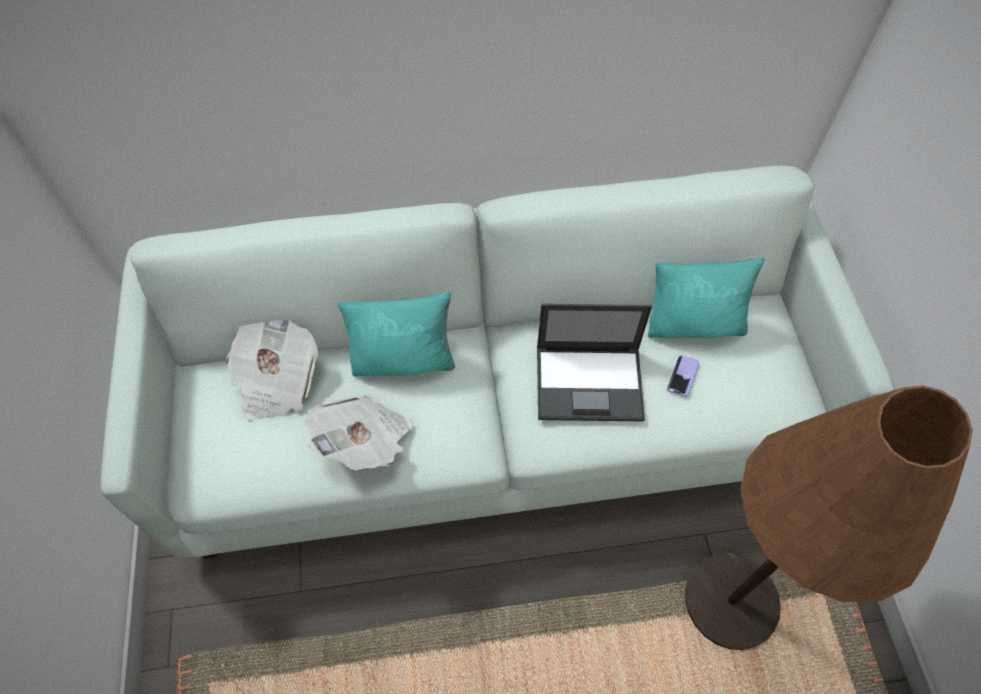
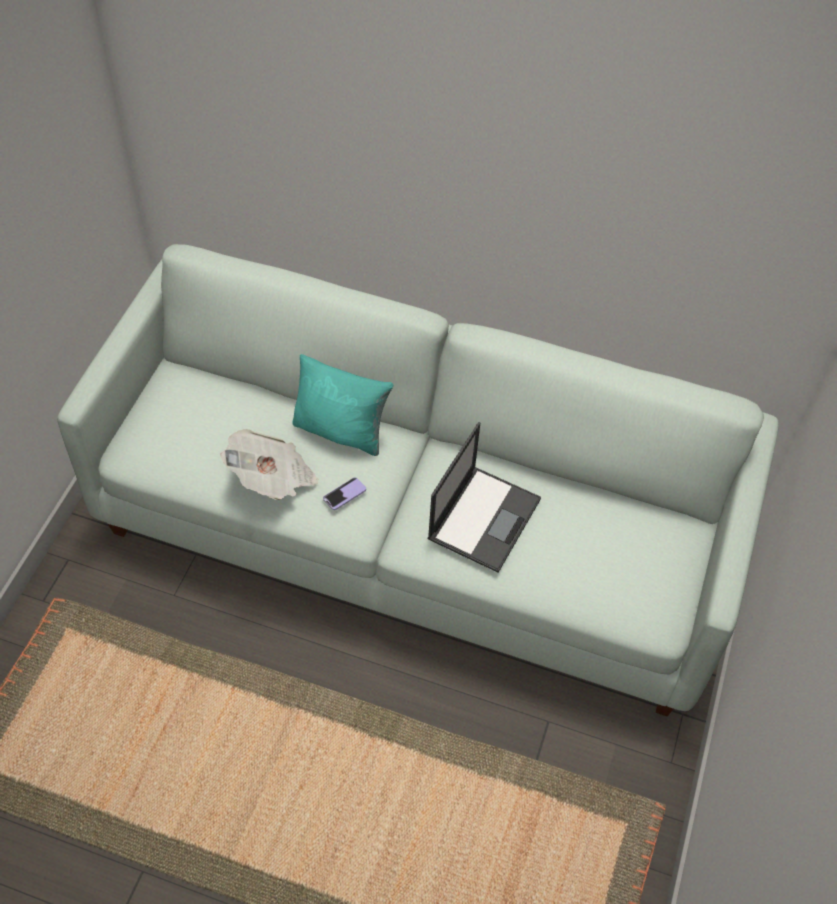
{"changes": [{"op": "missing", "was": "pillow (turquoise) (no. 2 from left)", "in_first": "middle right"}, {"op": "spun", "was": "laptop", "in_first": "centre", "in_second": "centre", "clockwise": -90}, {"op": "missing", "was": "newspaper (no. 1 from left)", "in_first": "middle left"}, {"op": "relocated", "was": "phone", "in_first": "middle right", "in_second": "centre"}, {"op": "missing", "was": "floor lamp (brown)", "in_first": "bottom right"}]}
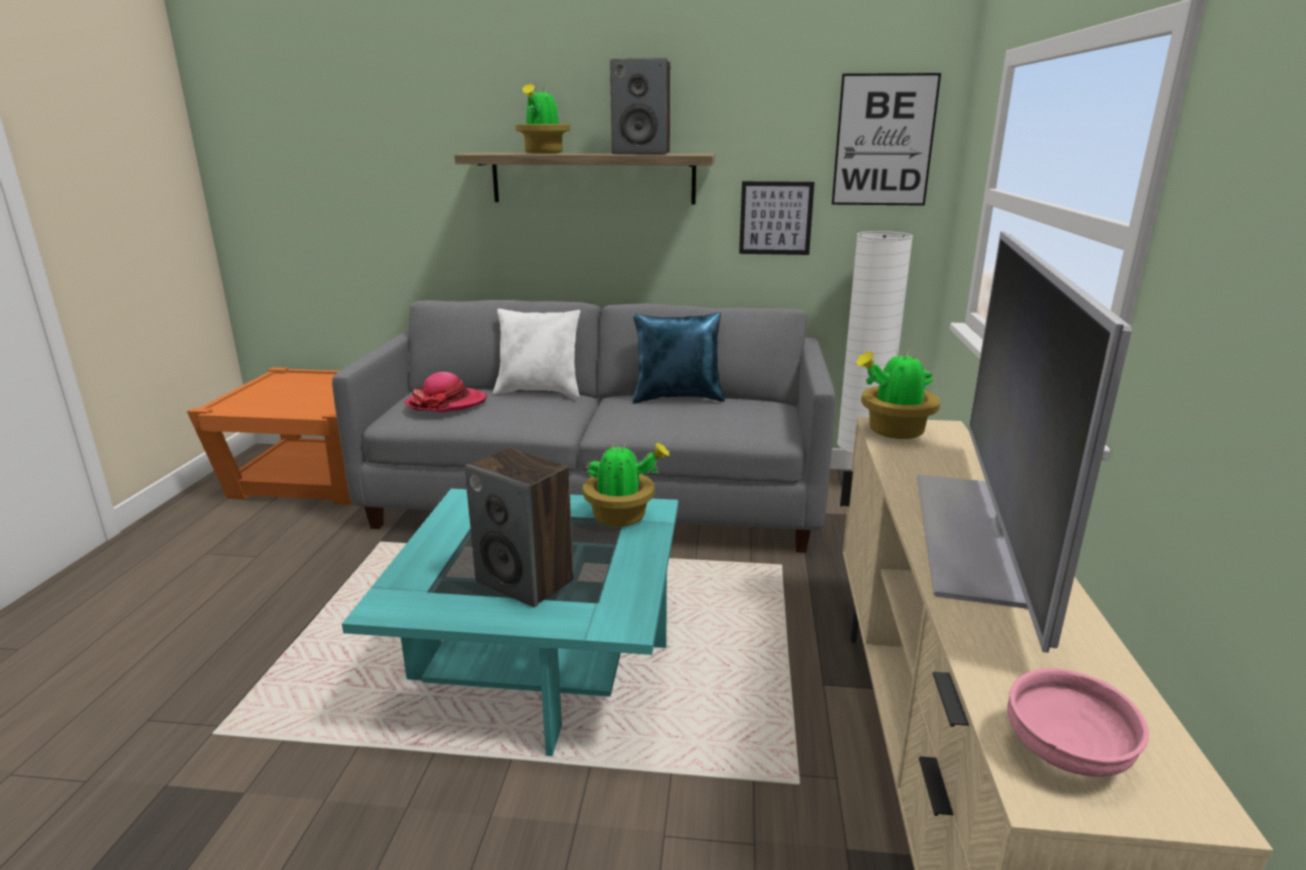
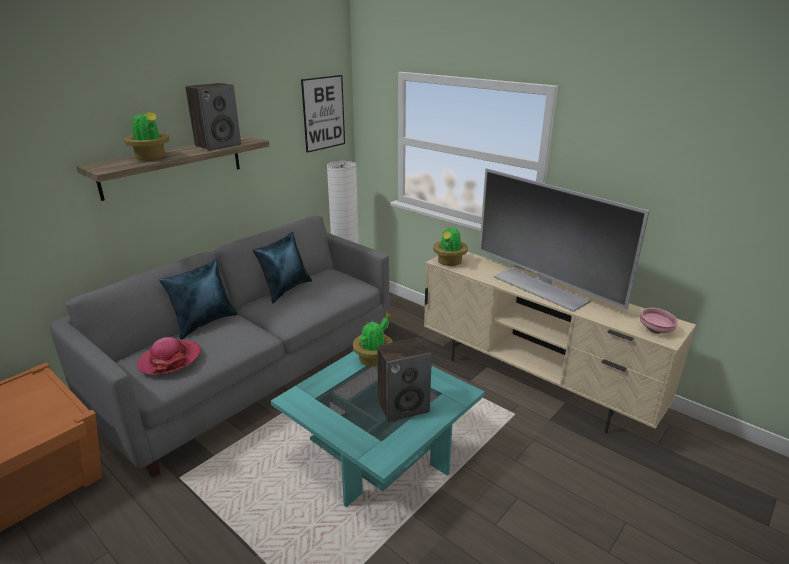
{"changes": [{"op": "missing", "was": "picture (no. 1 from left)", "in_first": "top centre"}, {"op": "colour", "was": "pillow (white)", "now": "pillow (blue) (no. 1 from left)", "in_first": "centre", "in_second": "middle left"}]}
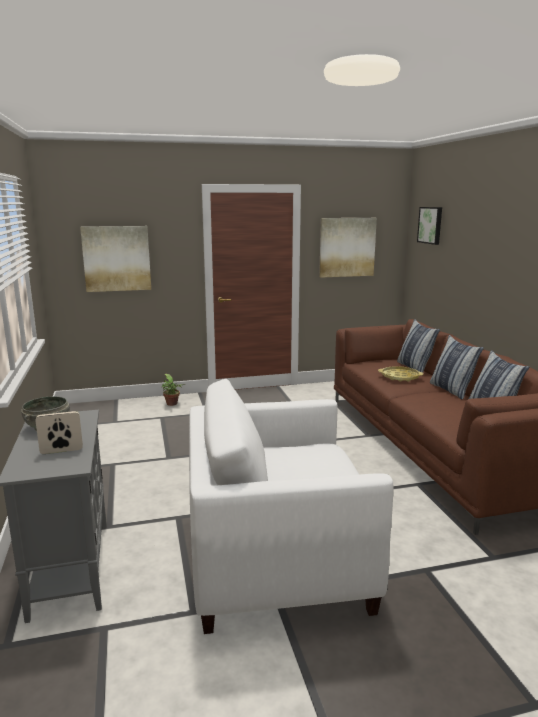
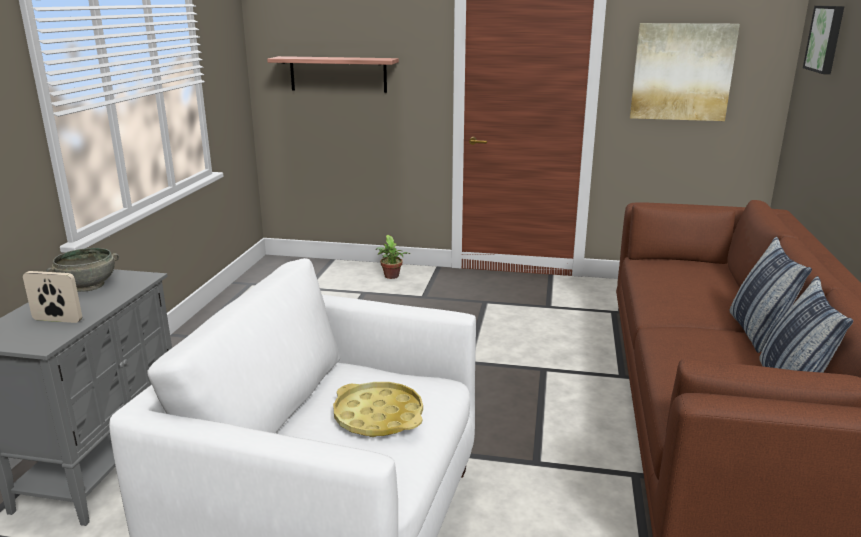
{"changes": [{"op": "exchanged", "was": "picture (no. 1 from left)", "now": "shelf", "in_first": "middle left", "in_second": "top centre"}, {"op": "missing", "was": "pillow (no. 1 from left)", "in_first": "middle right"}, {"op": "relocated", "was": "tray (yellow)", "in_first": "middle right", "in_second": "bottom centre"}]}
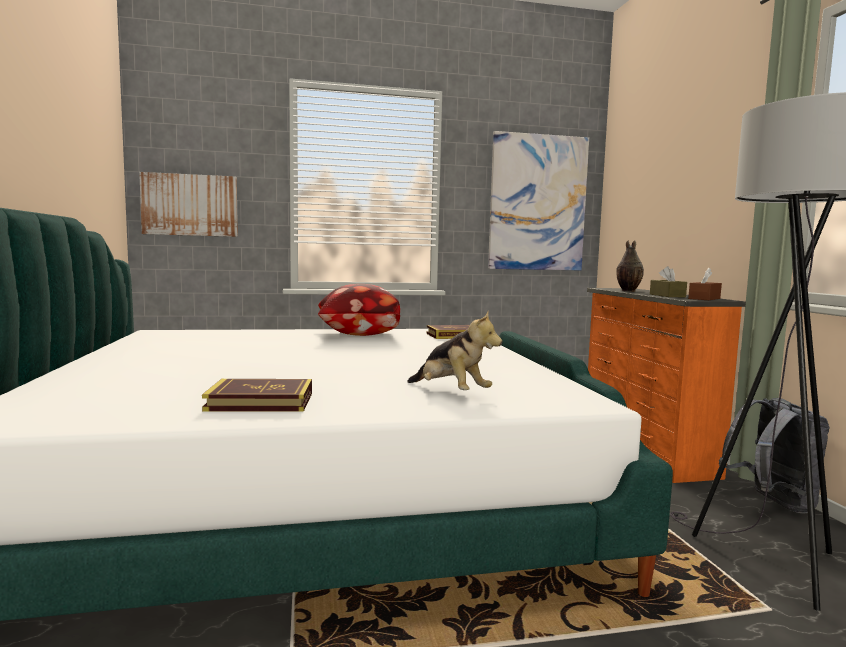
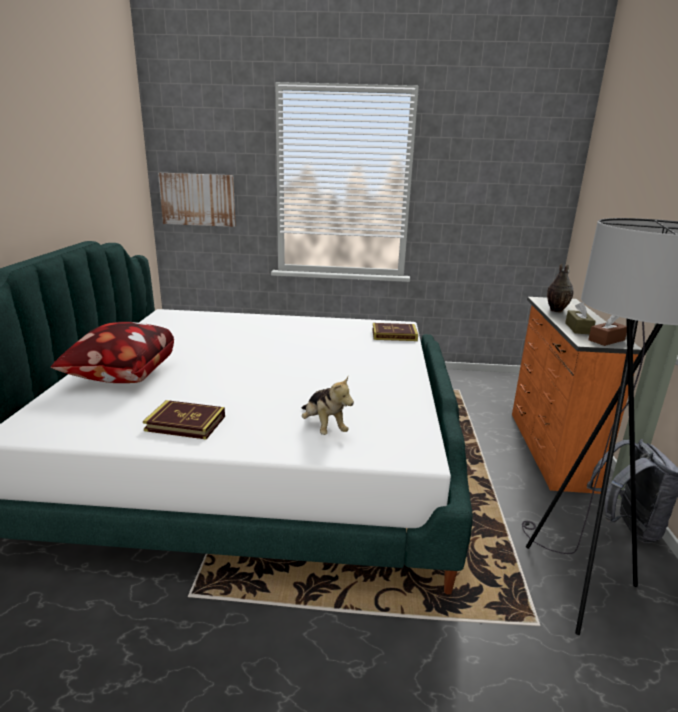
{"changes": [{"op": "missing", "was": "picture (no. 2 from left)", "in_first": "top centre"}, {"op": "relocated", "was": "pillow", "in_first": "centre", "in_second": "middle left"}]}
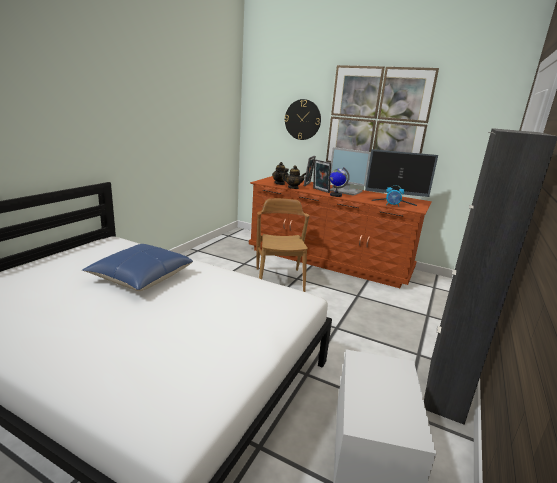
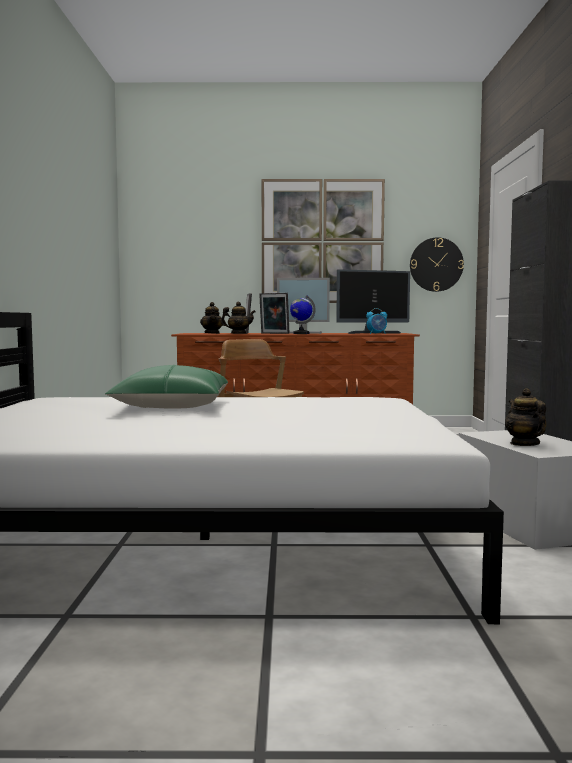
{"changes": [{"op": "relocated", "was": "wall clock", "in_first": "top centre", "in_second": "middle right"}, {"op": "colour", "was": "pillow (blue)", "now": "pillow (green)", "in_first": "middle left", "in_second": "middle left"}, {"op": "appeared", "now": "teapot (no. 3 from left)", "in_second": "middle right"}]}
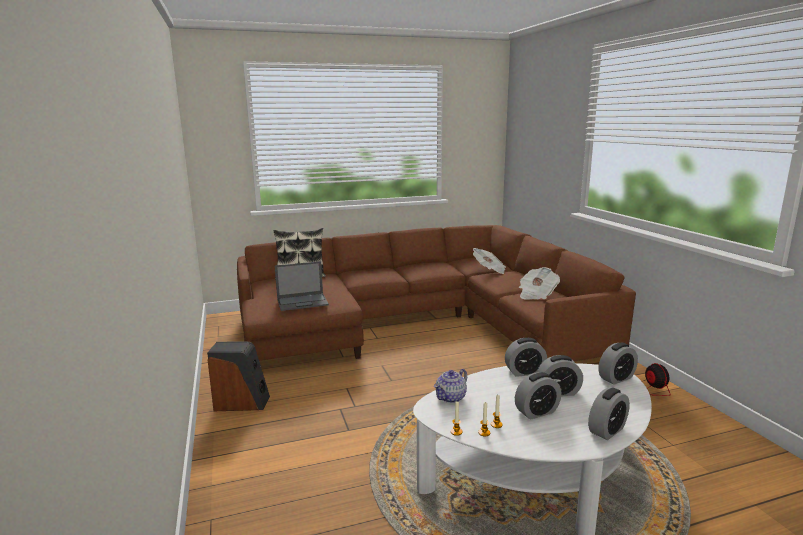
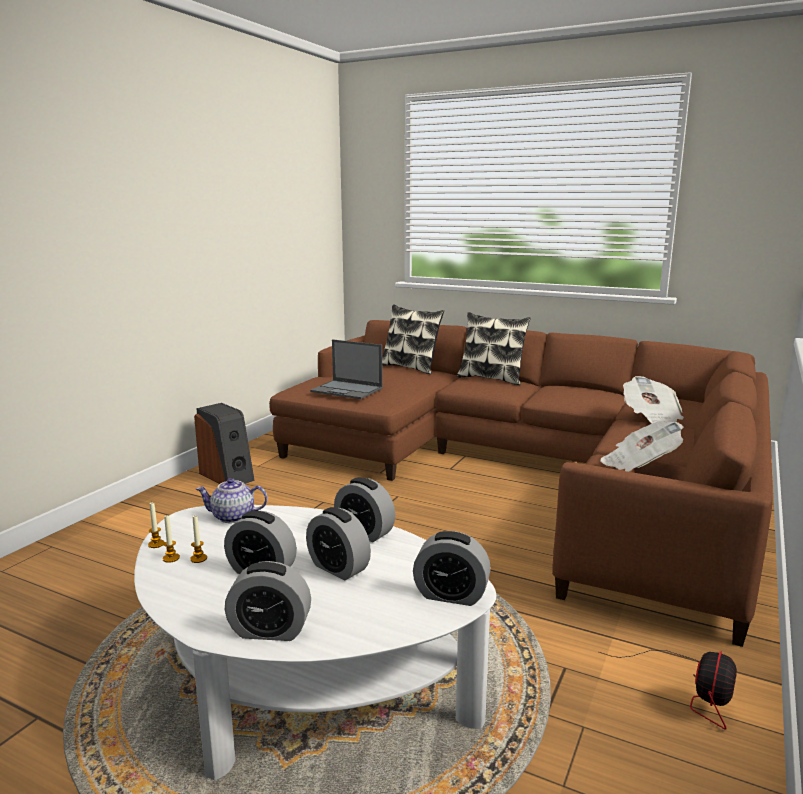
{"changes": [{"op": "appeared", "now": "pillow (no. 2 from left)", "in_second": "centre"}]}
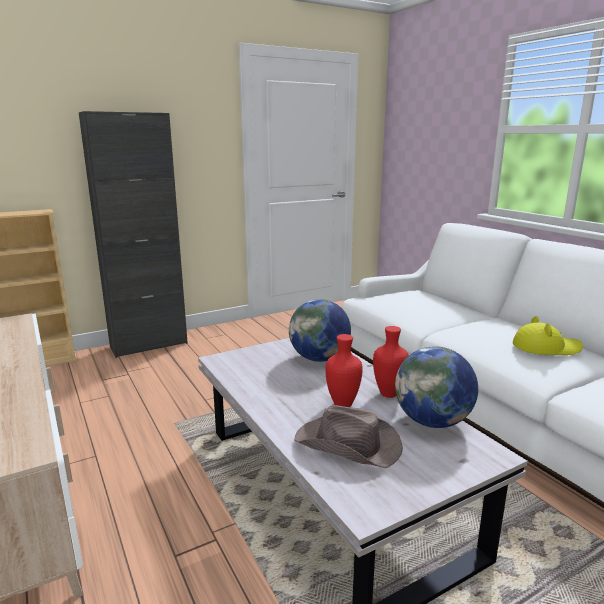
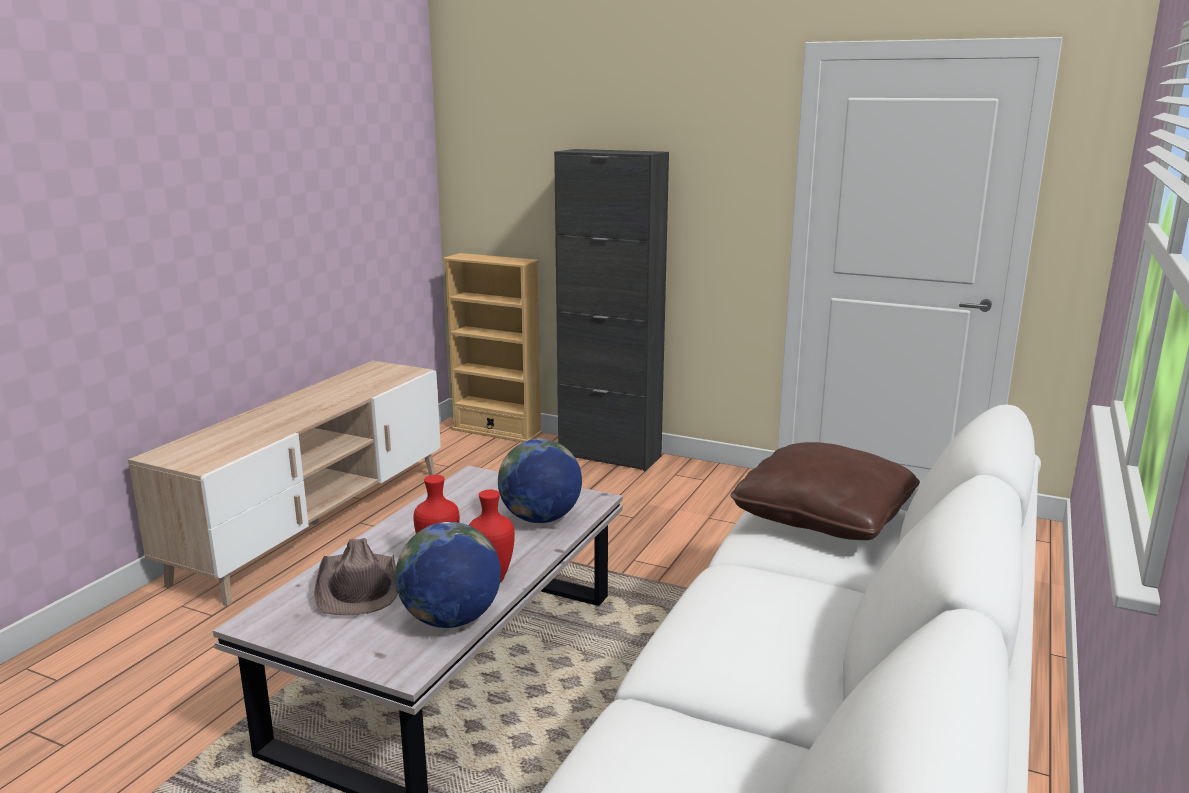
{"changes": [{"op": "missing", "was": "hat (yellow)", "in_first": "middle right"}, {"op": "appeared", "now": "pillow (brown)", "in_second": "middle right"}]}
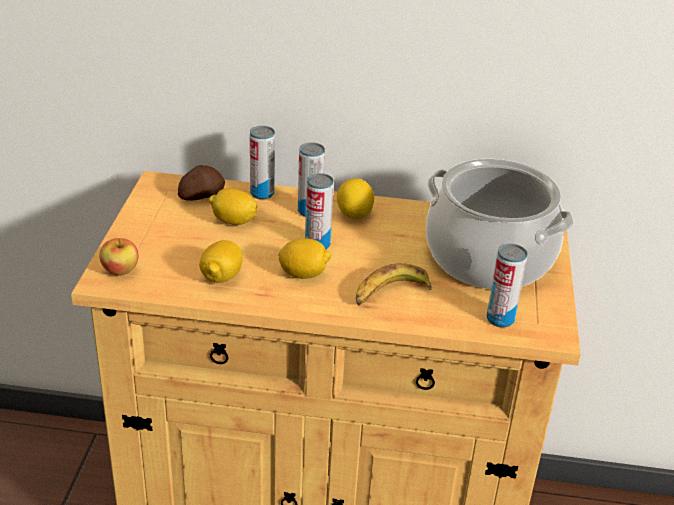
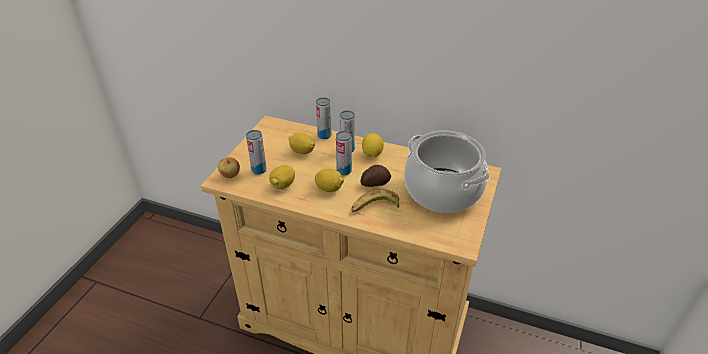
{"changes": [{"op": "relocated", "was": "potato", "in_first": "middle left", "in_second": "centre"}, {"op": "relocated", "was": "can (no. 4 from left in the first image)", "now": "can (no. 1 from left)", "in_first": "middle right", "in_second": "centre"}]}
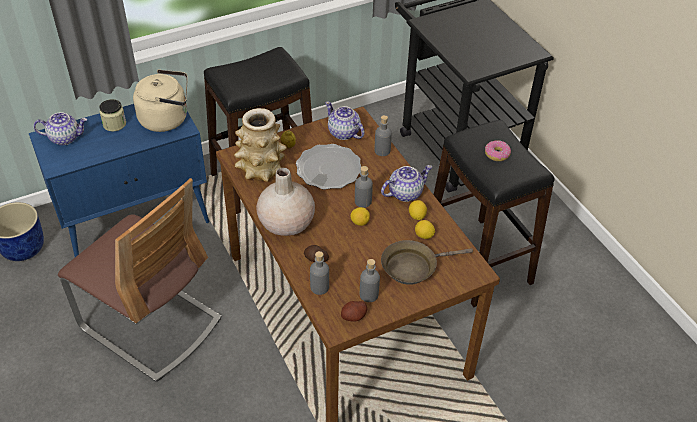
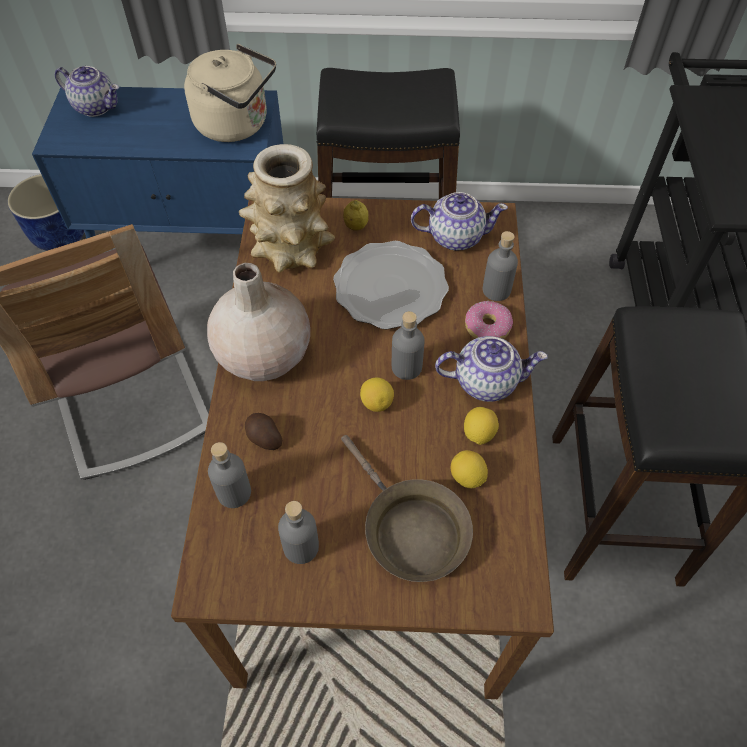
{"changes": [{"op": "missing", "was": "jar", "in_first": "top left"}, {"op": "spun", "was": "teapot (no. 2 from left)", "in_first": "top centre", "in_second": "top centre", "clockwise": 105}, {"op": "relocated", "was": "donut", "in_first": "middle right", "in_second": "centre"}, {"op": "spun", "was": "frying pan (brown)", "in_first": "centre", "in_second": "bottom centre", "clockwise": -135}, {"op": "missing", "was": "potato (no. 2 from left)", "in_first": "bottom centre"}]}
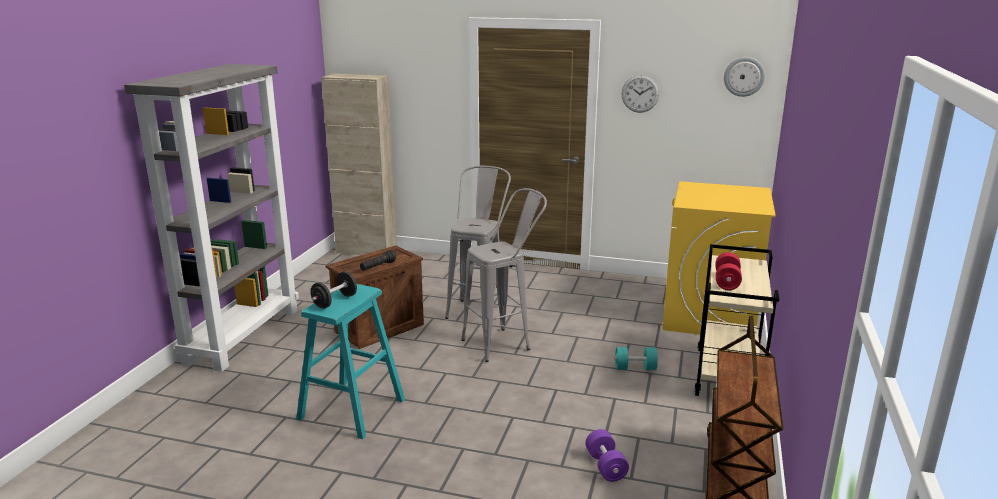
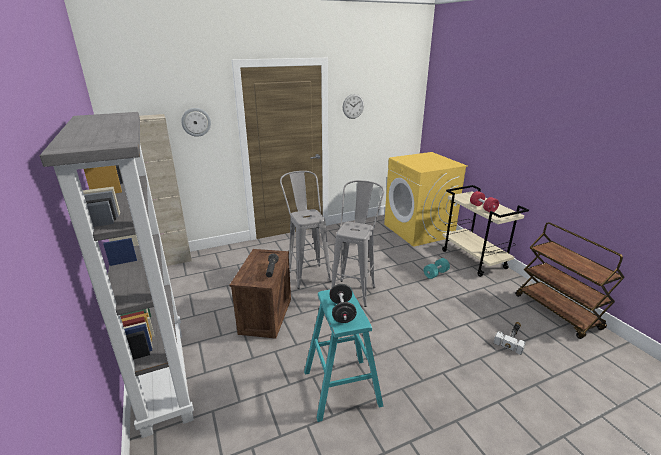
{"changes": [{"op": "relocated", "was": "wall clock (no. 2 from left in the first image)", "now": "wall clock (no. 1 from left)", "in_first": "top right", "in_second": "top left"}, {"op": "exchanged", "was": "dumbbell (purple)", "now": "hammer", "in_first": "bottom centre", "in_second": "bottom right"}]}
